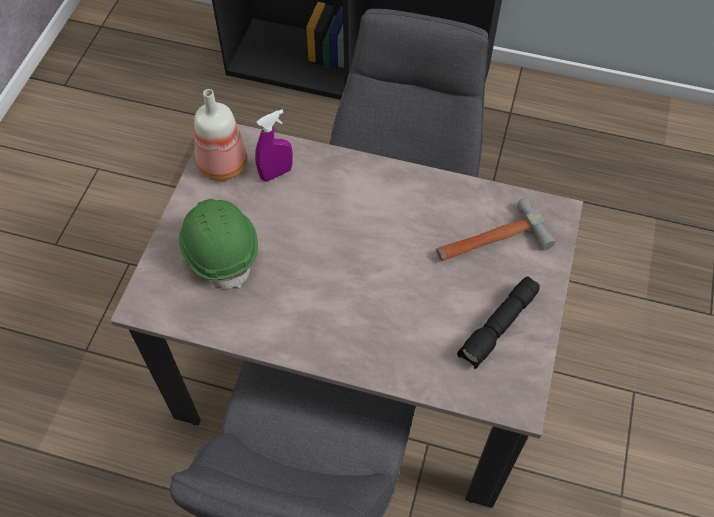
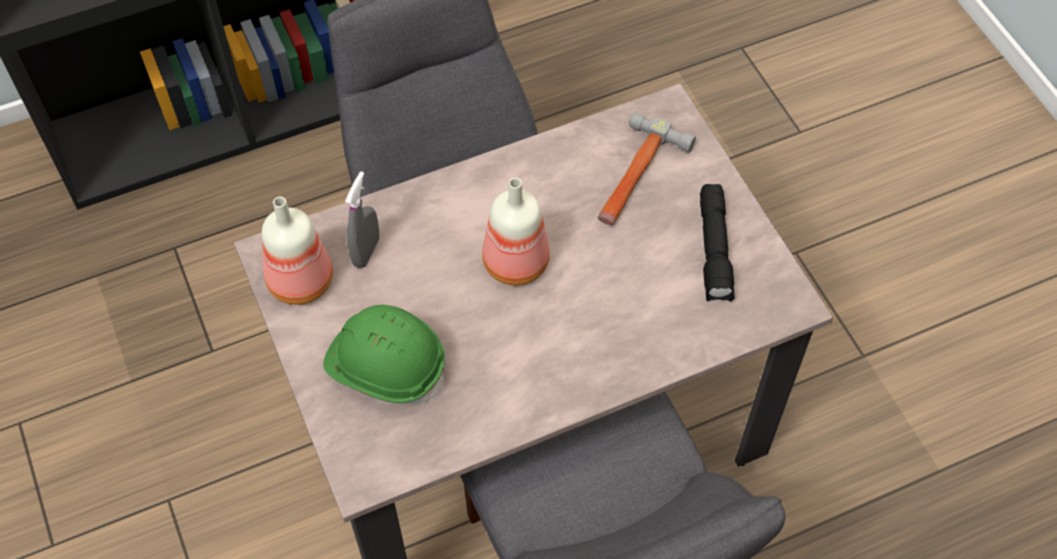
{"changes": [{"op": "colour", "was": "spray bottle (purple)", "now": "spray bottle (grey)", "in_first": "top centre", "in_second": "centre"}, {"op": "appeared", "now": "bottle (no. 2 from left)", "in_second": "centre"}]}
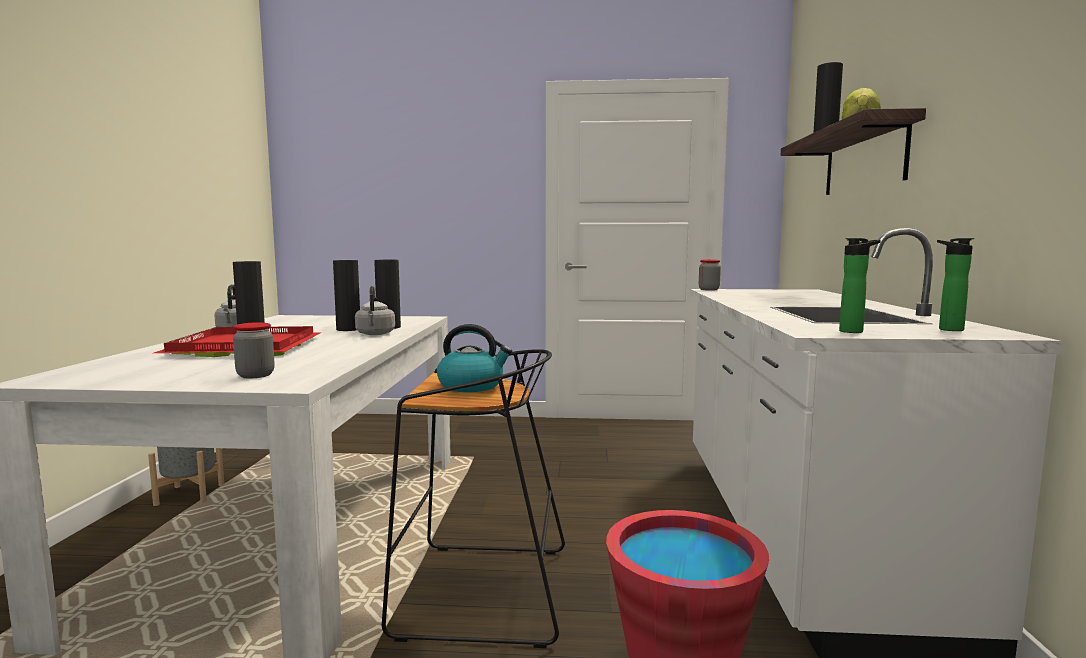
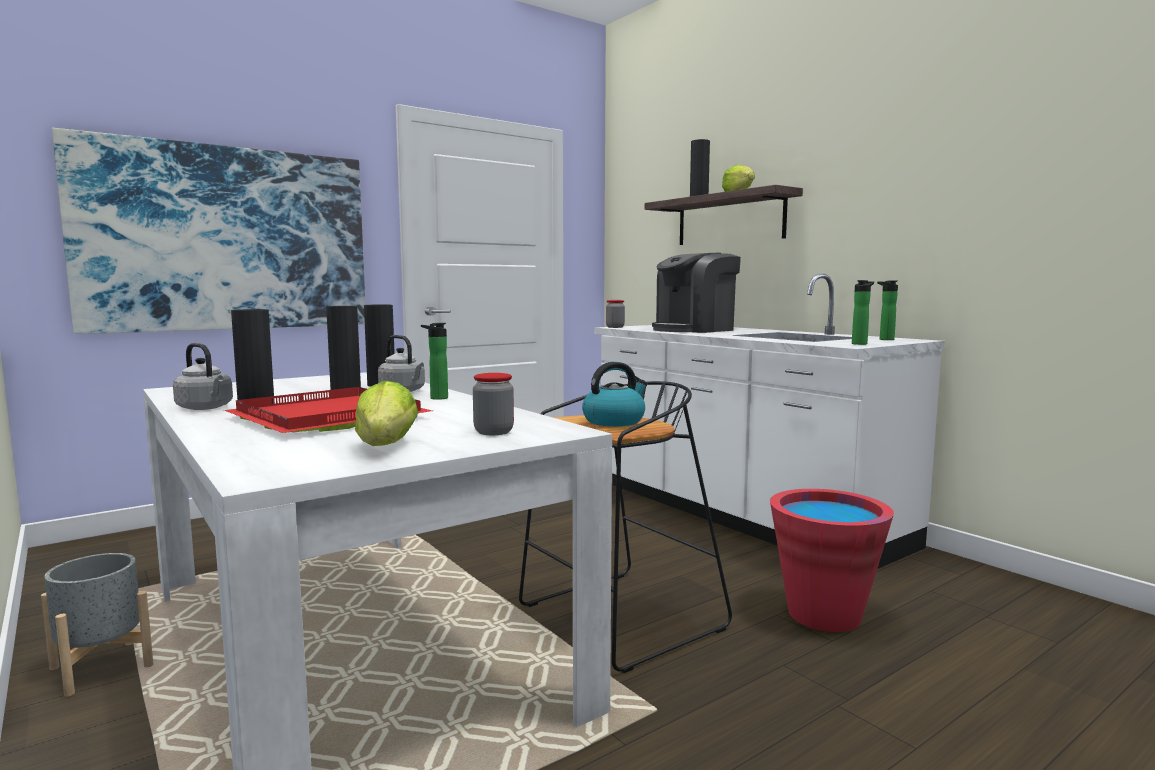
{"changes": [{"op": "appeared", "now": "picture", "in_second": "top left"}, {"op": "appeared", "now": "coffee machine", "in_second": "centre"}, {"op": "appeared", "now": "bottle (no. 1 from left)", "in_second": "centre"}, {"op": "appeared", "now": "lettuce (no. 1 from left)", "in_second": "centre"}]}
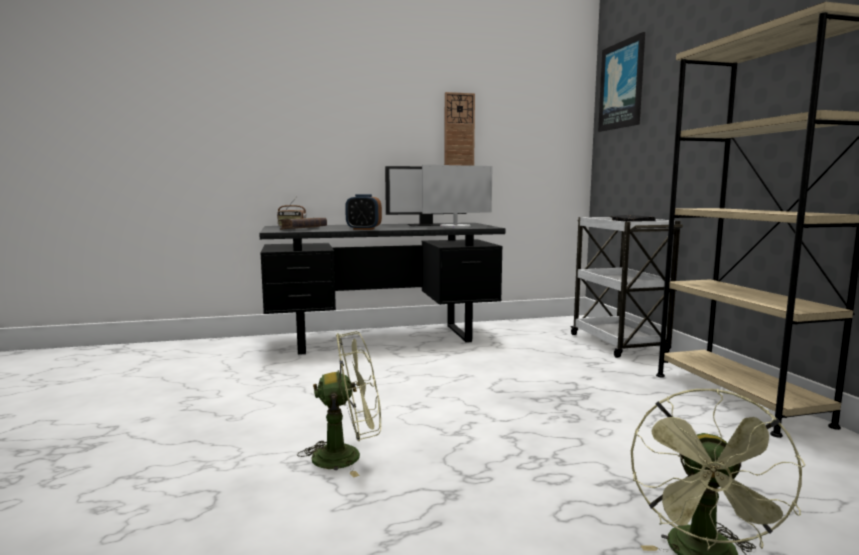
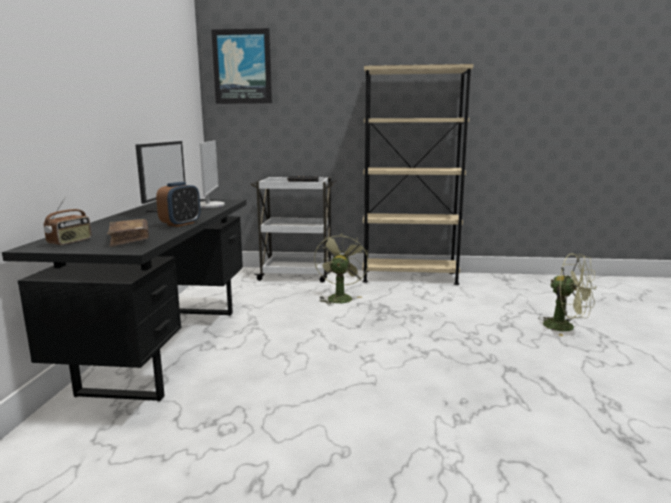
{"changes": [{"op": "missing", "was": "wall clock", "in_first": "top centre"}, {"op": "relocated", "was": "fan (green) (no. 1 from left)", "in_first": "bottom centre", "in_second": "centre"}]}
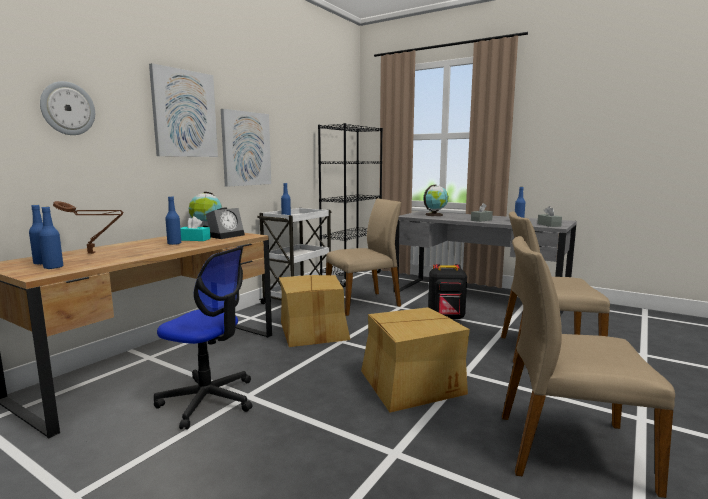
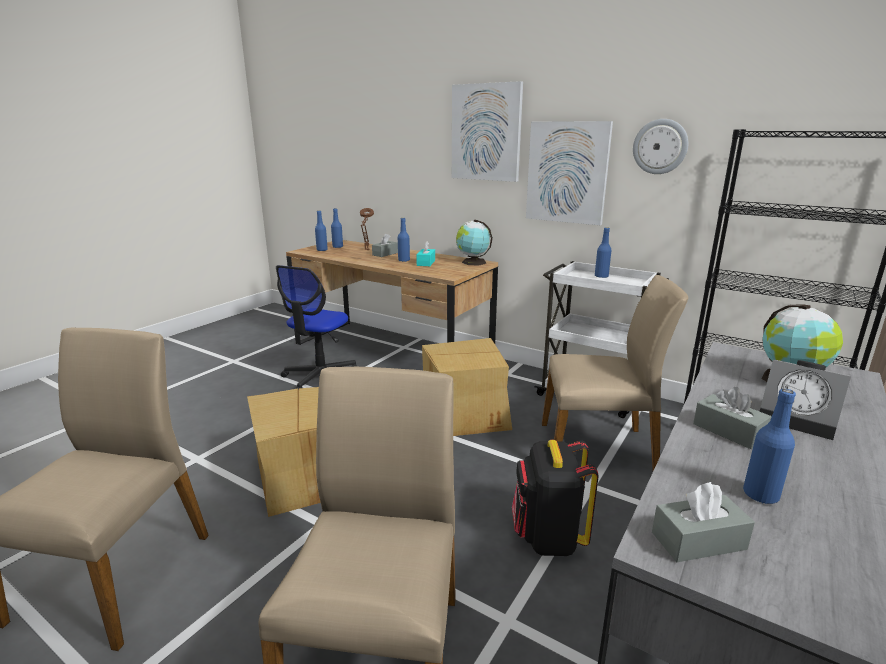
{"changes": [{"op": "relocated", "was": "wall clock", "in_first": "top left", "in_second": "top right"}, {"op": "spun", "was": "chair (beige) (no. 1 from left in the first image)", "in_first": "centre", "in_second": "middle right", "clockwise": -60}, {"op": "relocated", "was": "alarm clock", "in_first": "middle left", "in_second": "middle right"}, {"op": "appeared", "now": "tissue box (grey) (no. 1 from left)", "in_second": "centre"}]}
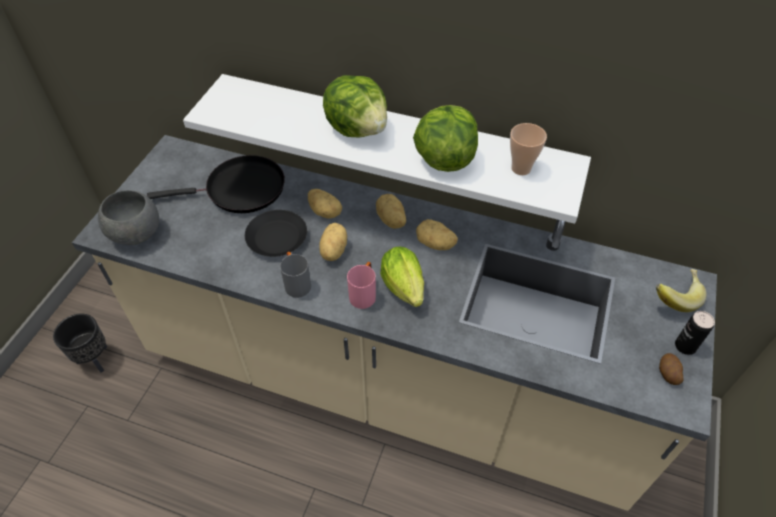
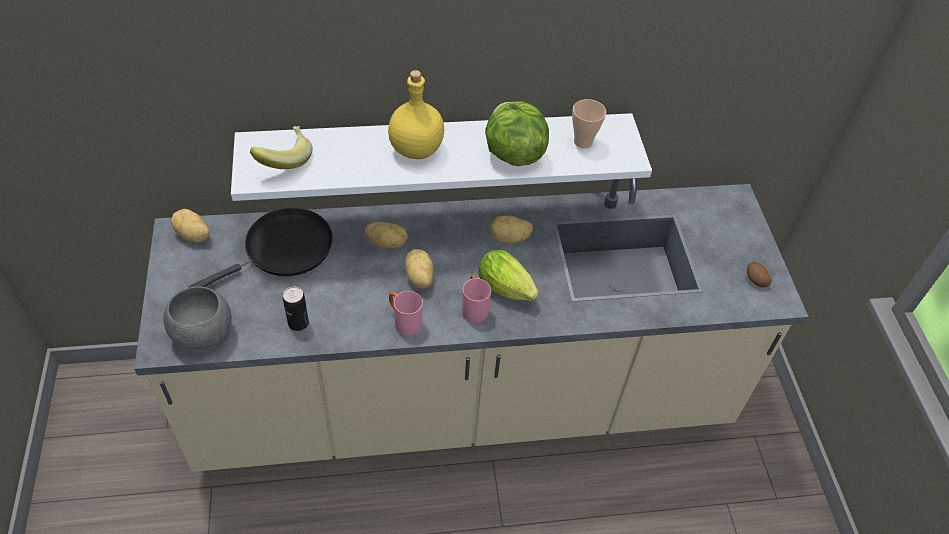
{"changes": [{"op": "exchanged", "was": "lettuce (no. 1 from left)", "now": "bottle (yellow)", "in_first": "top centre", "in_second": "top centre"}, {"op": "relocated", "was": "potato (no. 3 from left in the first image)", "now": "potato (no. 1 from left)", "in_first": "centre", "in_second": "middle left"}, {"op": "missing", "was": "plate (black)", "in_first": "centre"}, {"op": "colour", "was": "mug (grey)", "now": "mug (pink) (no. 1 from left)", "in_first": "centre", "in_second": "centre"}, {"op": "relocated", "was": "banana", "in_first": "middle right", "in_second": "top left"}, {"op": "relocated", "was": "can", "in_first": "middle right", "in_second": "middle left"}, {"op": "missing", "was": "planter (black)", "in_first": "middle left"}]}
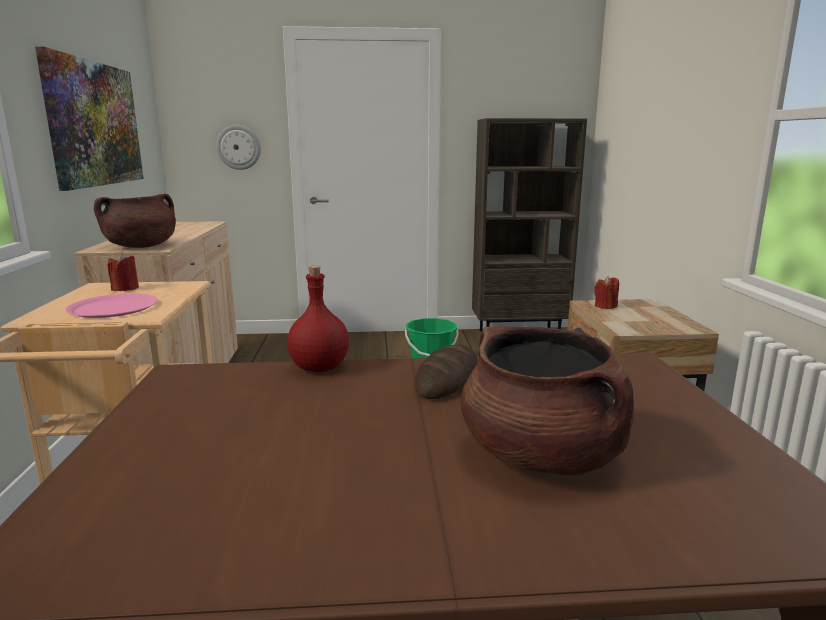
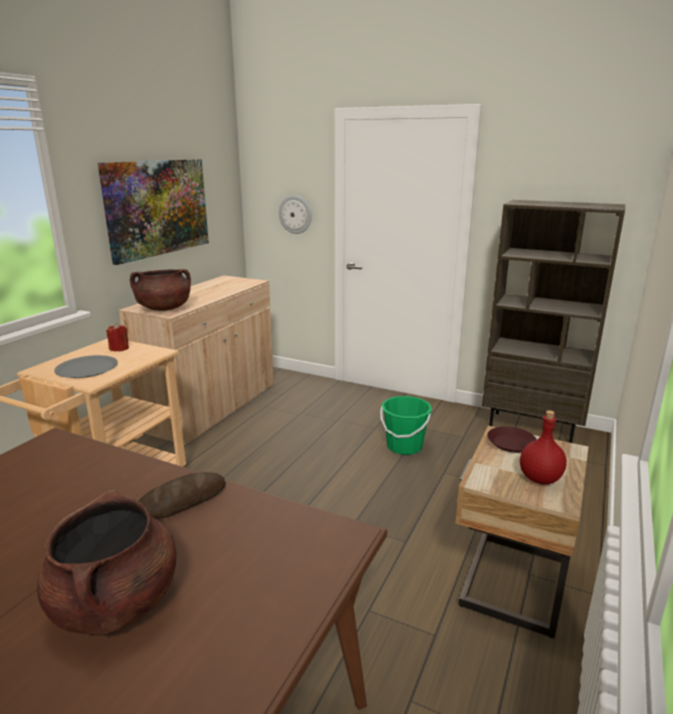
{"changes": [{"op": "relocated", "was": "bottle (red)", "in_first": "centre", "in_second": "middle right"}, {"op": "exchanged", "was": "candle (red) (no. 2 from left)", "now": "plate (brown)", "in_first": "middle right", "in_second": "middle right"}, {"op": "colour", "was": "plate (pink)", "now": "plate (grey)", "in_first": "middle left", "in_second": "middle left"}]}
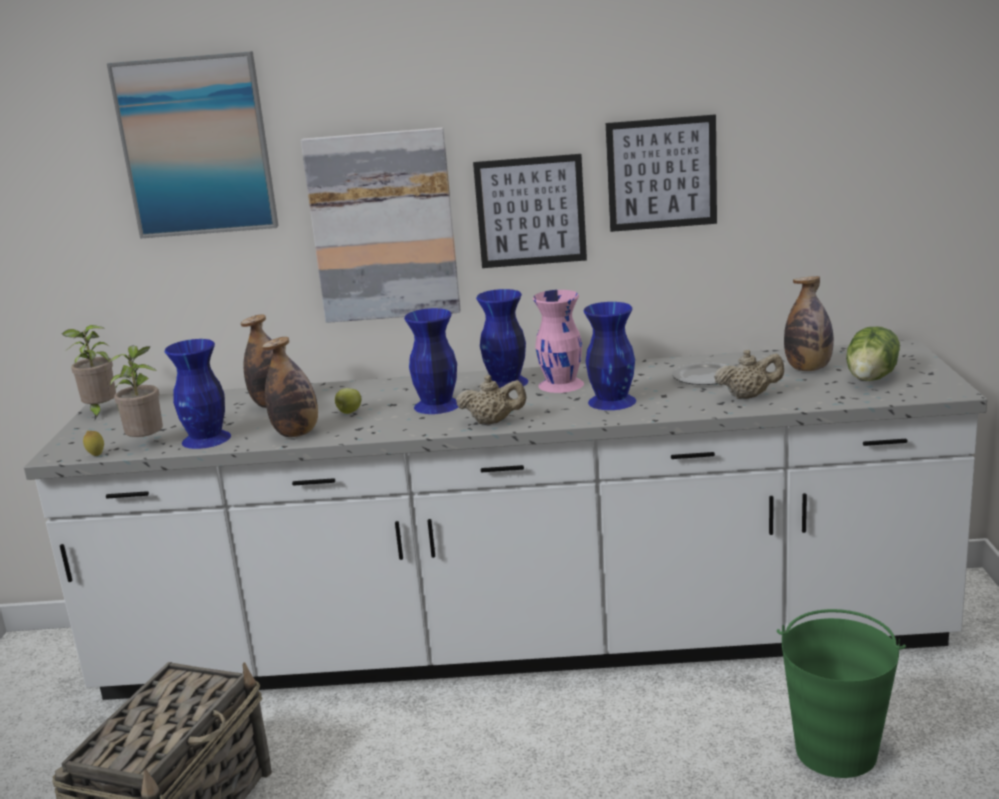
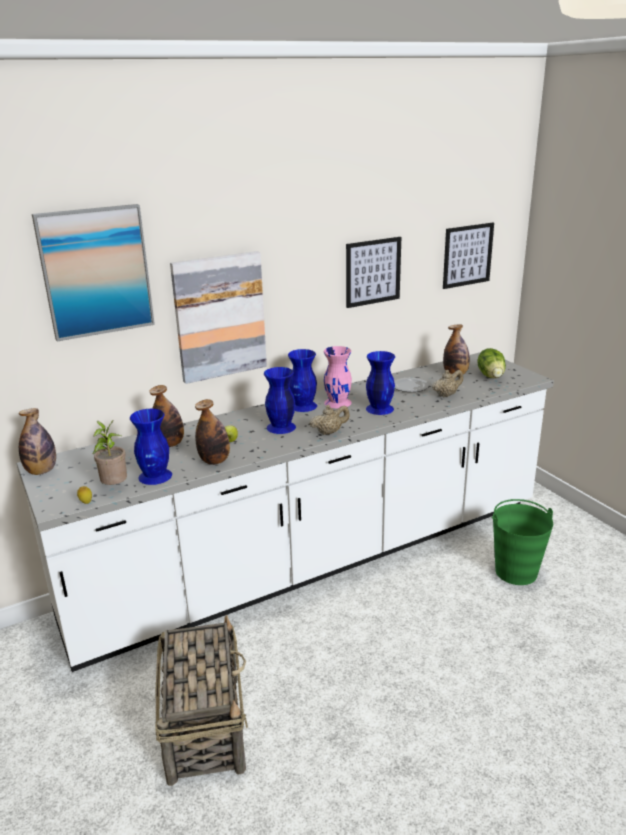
{"changes": [{"op": "relocated", "was": "picture (no. 3 from left in the first image)", "now": "picture (no. 4 from left)", "in_first": "top centre", "in_second": "top right"}, {"op": "exchanged", "was": "potted plant (no. 1 from left)", "now": "bottle (no. 1 from left)", "in_first": "middle left", "in_second": "middle left"}]}
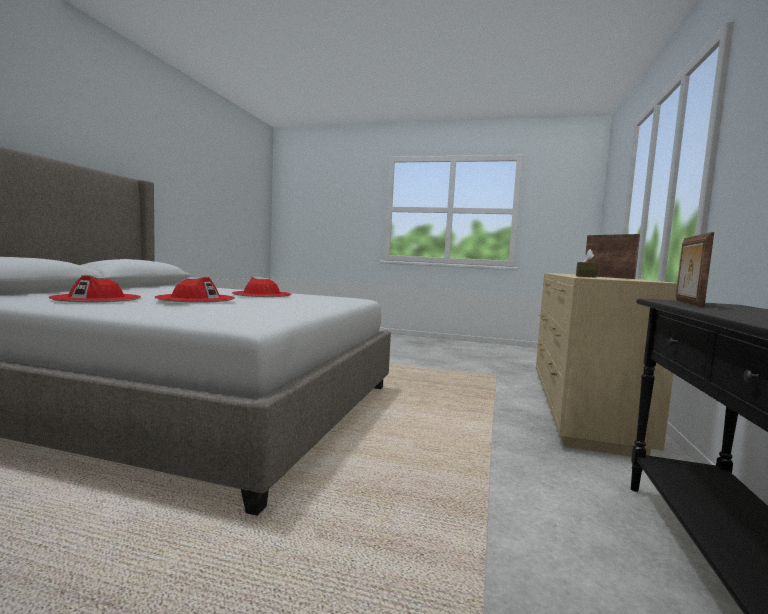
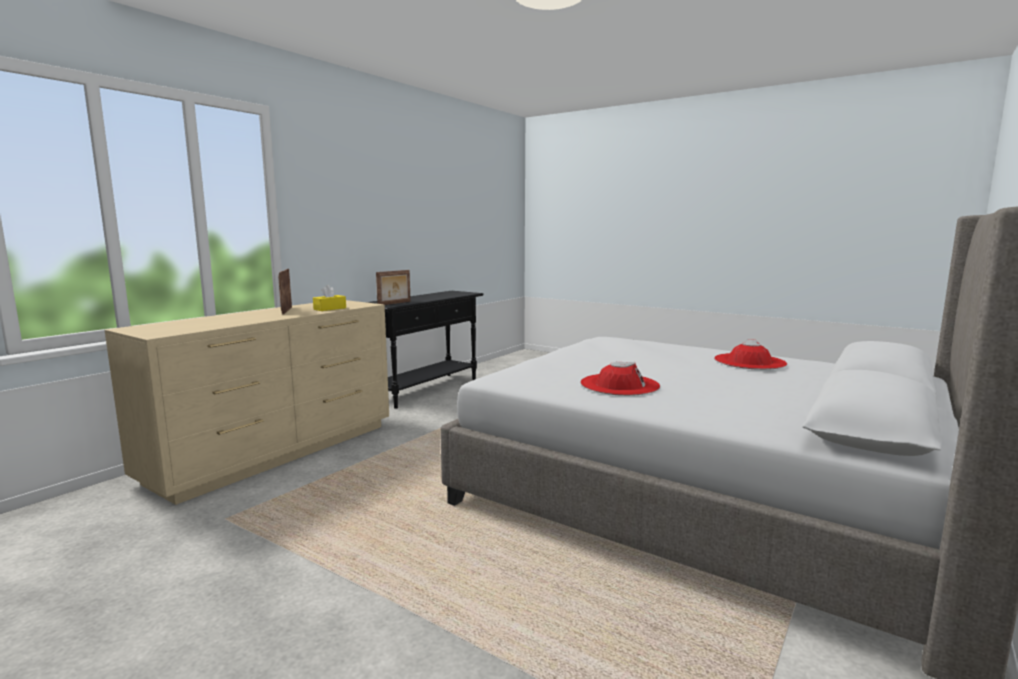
{"changes": [{"op": "colour", "was": "tissue box (brown)", "now": "tissue box (yellow)", "in_first": "middle right", "in_second": "middle left"}, {"op": "missing", "was": "hat (red) (no. 2 from left)", "in_first": "middle left"}]}
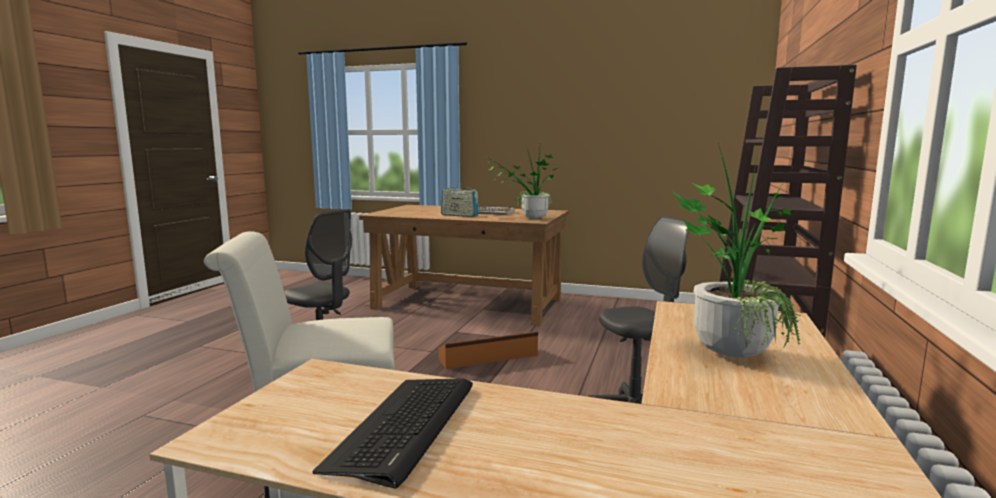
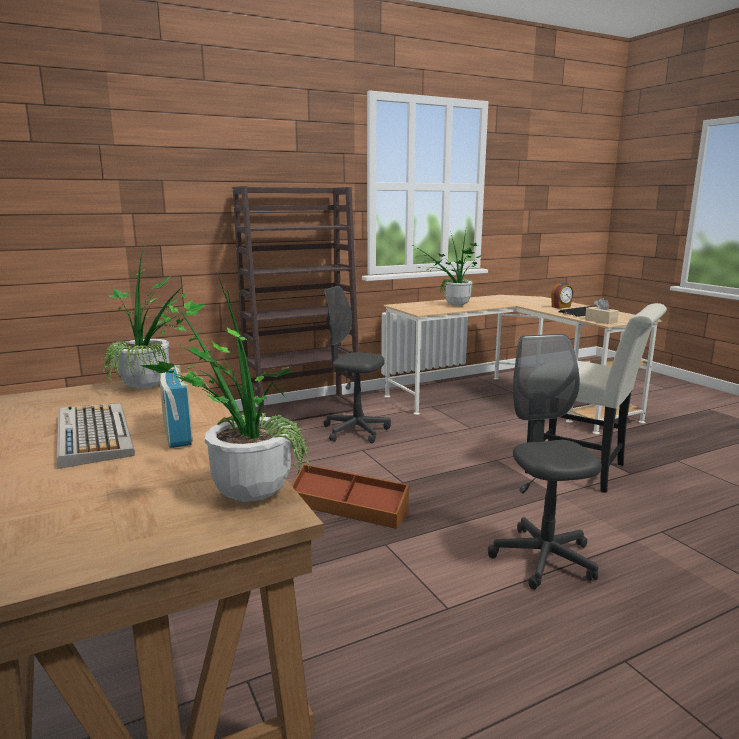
{"changes": [{"op": "appeared", "now": "potted plant (no. 2 from left)", "in_second": "middle left"}, {"op": "appeared", "now": "alarm clock", "in_second": "middle right"}, {"op": "appeared", "now": "tissue box (beige)", "in_second": "middle right"}]}
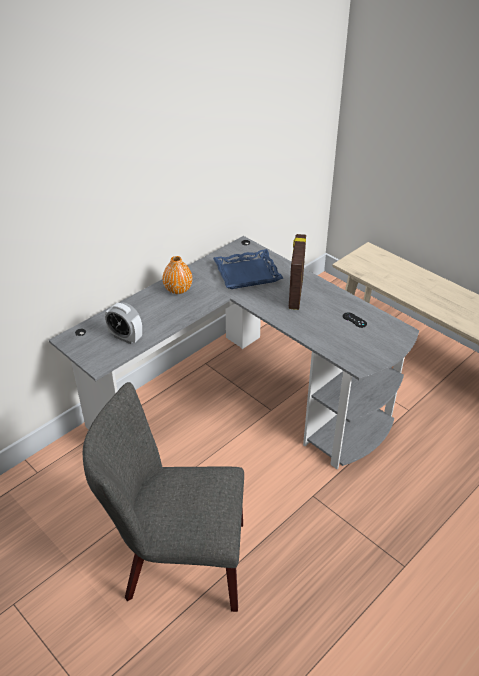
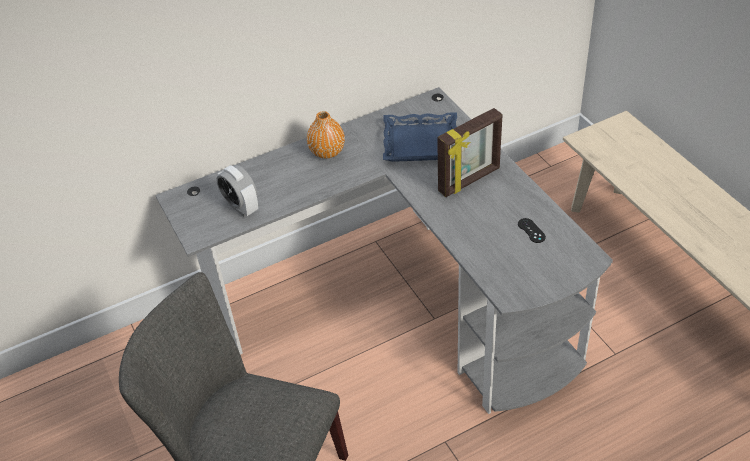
{"changes": [{"op": "spun", "was": "picture frame", "in_first": "centre", "in_second": "top centre", "clockwise": -150}]}
